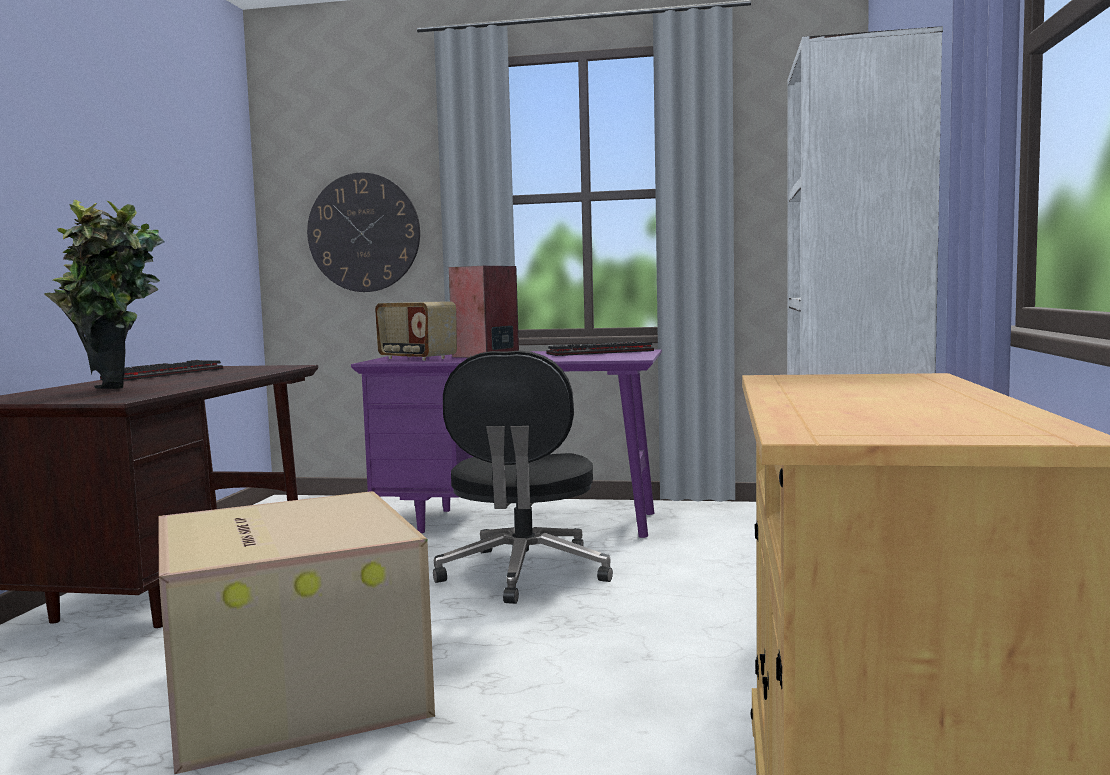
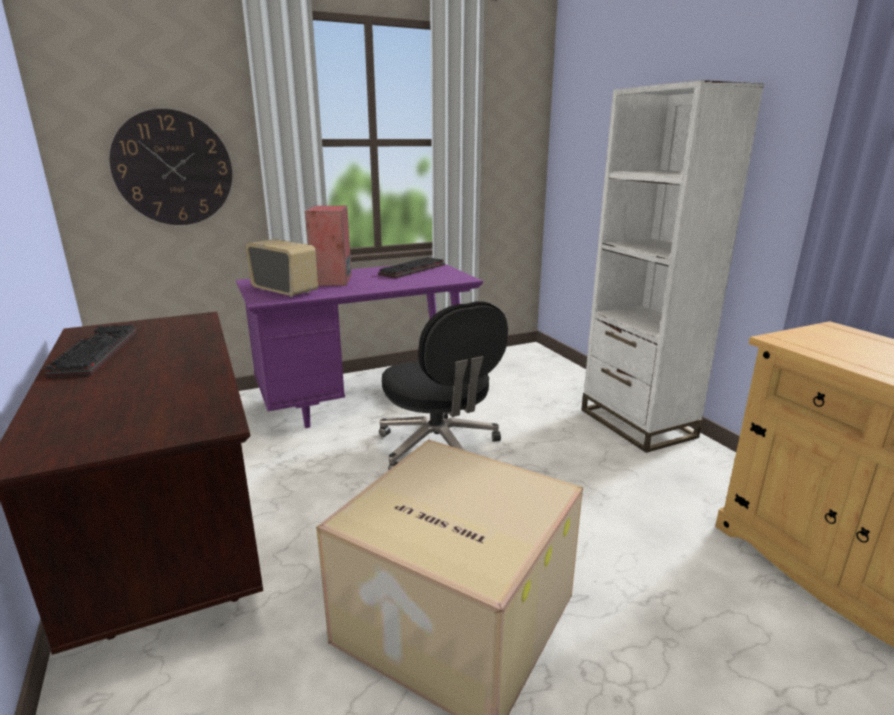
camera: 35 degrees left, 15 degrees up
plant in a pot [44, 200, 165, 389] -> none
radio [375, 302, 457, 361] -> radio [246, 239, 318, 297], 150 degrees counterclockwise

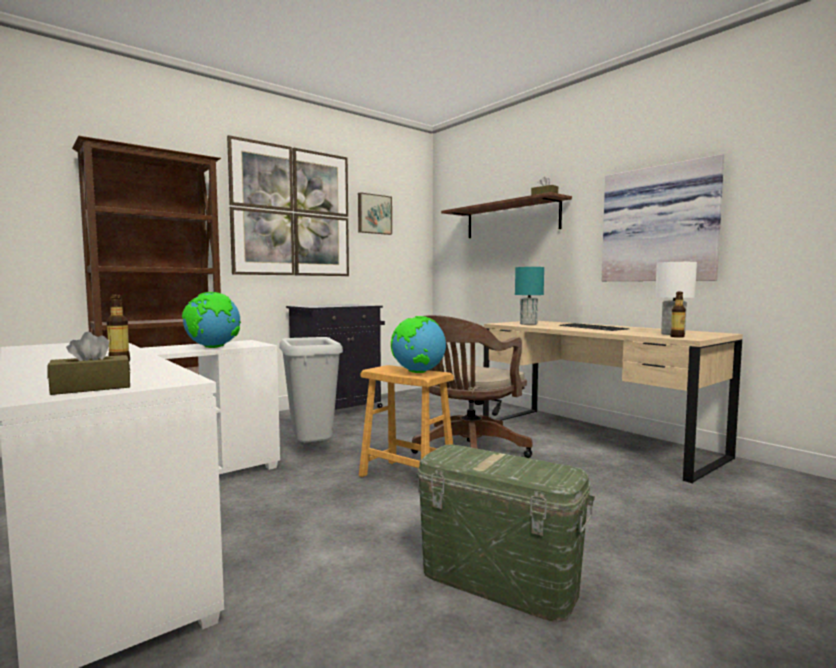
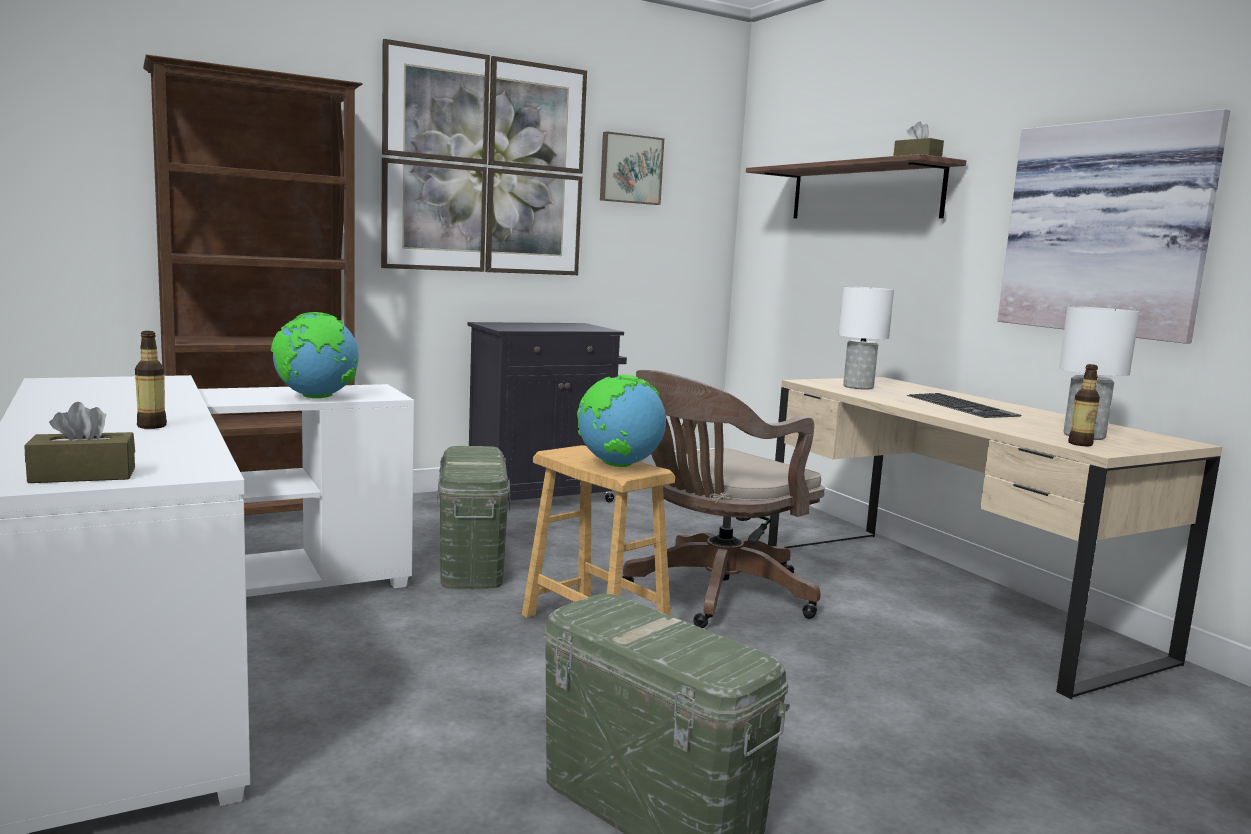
camera: 10 degrees right, 5 degrees up
blue-green lamp for a table [515, 267, 544, 325] -> whitish lamp for a table [838, 286, 894, 390]
grey waste bin [279, 337, 343, 442] -> green-coloured storage box [437, 446, 511, 589]

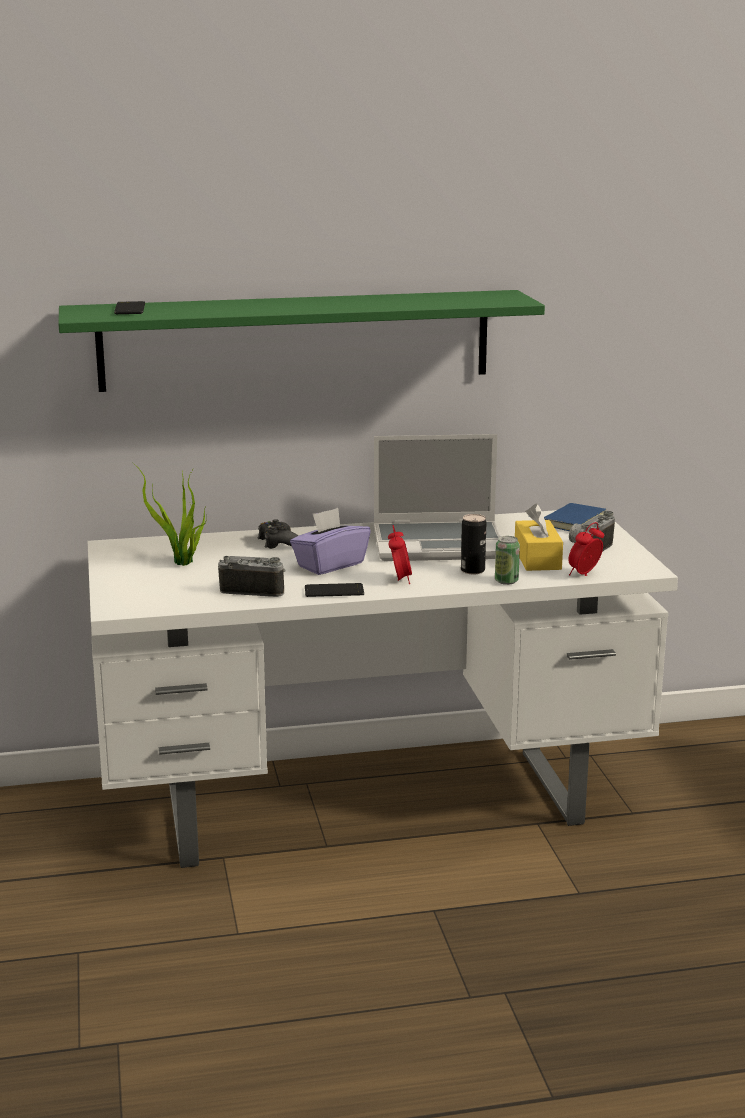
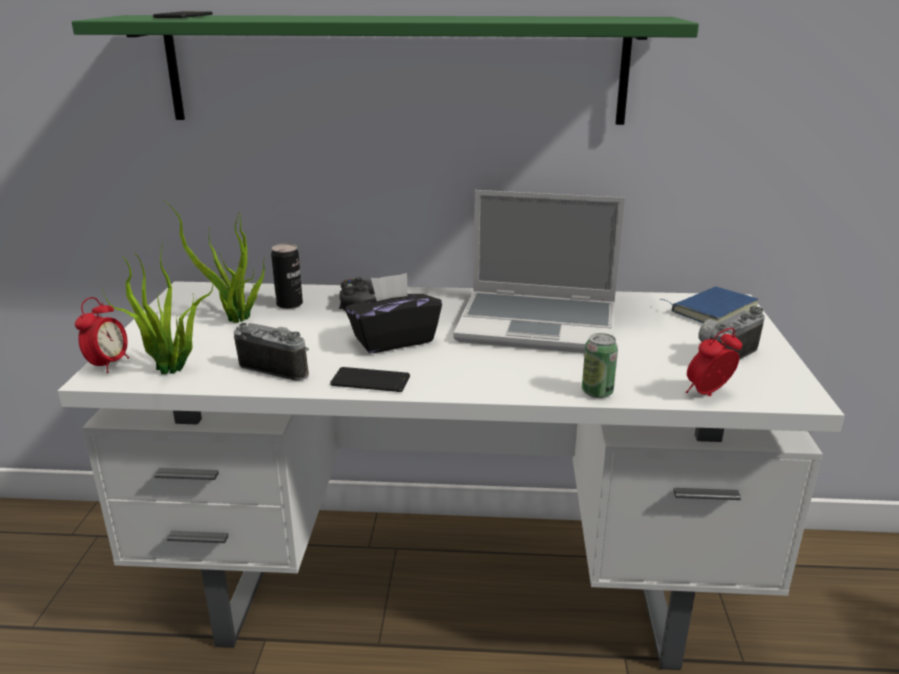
camera: 15 degrees right, 5 degrees up
yellowish tissue box [515, 503, 563, 571] -> none
purplish tissue box [290, 508, 371, 575] -> black tissue box [345, 273, 442, 354]
sealed can [461, 514, 486, 574] -> sealed can [271, 244, 303, 309], shifted
table clock [388, 525, 412, 584] -> table clock [75, 297, 129, 373], shifted
none -> plant in a pot [102, 243, 213, 374]

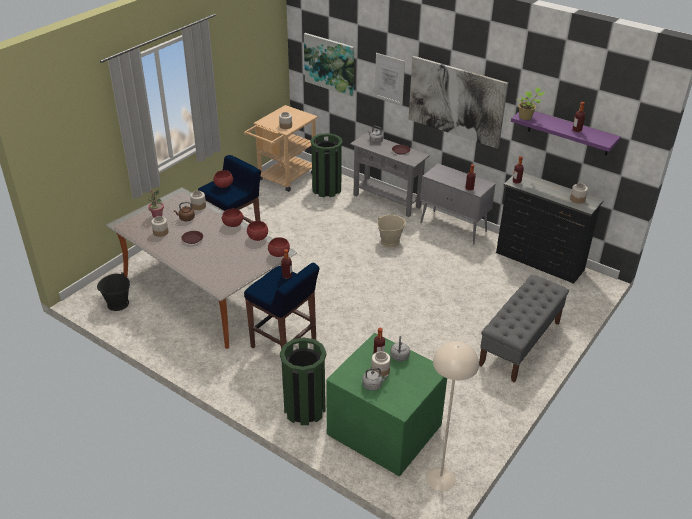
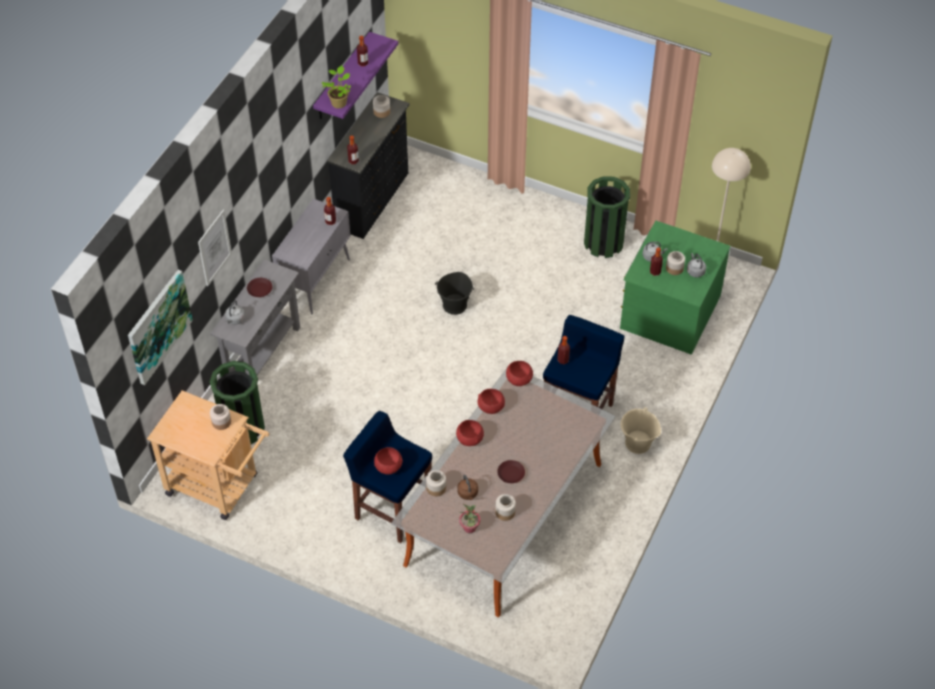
camera: 100 degrees left, 15 degrees up
wall art [408, 56, 508, 149] -> none
sand-coloured pail [377, 215, 406, 248] -> sand-coloured pail [621, 407, 661, 454], shifted
black pail [97, 272, 130, 311] -> black pail [435, 272, 474, 315], shifted
grey indoor bench [479, 275, 569, 383] -> none
green-coloured waste bin [280, 337, 326, 425] -> green-coloured waste bin [584, 176, 630, 258], shifted

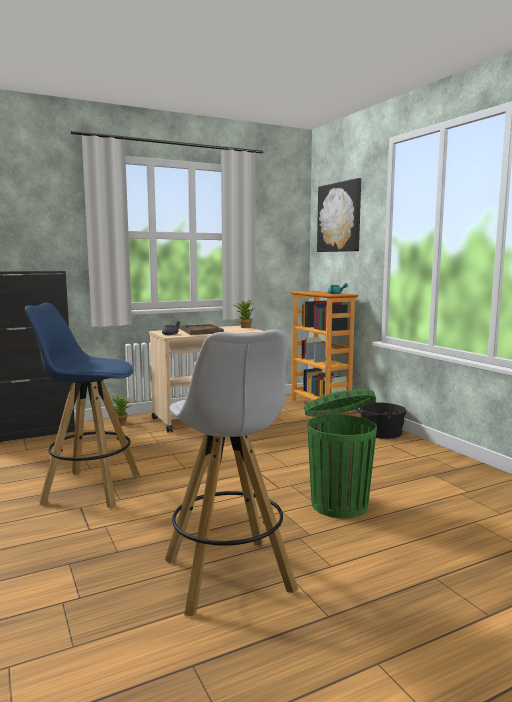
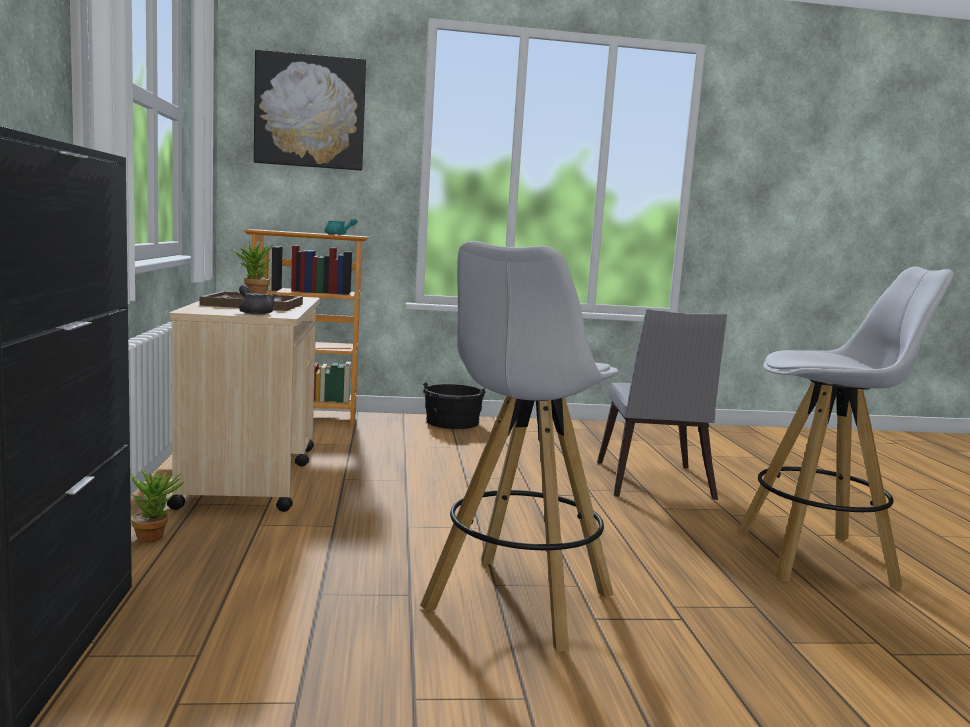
camera: 70 degrees left, 0 degrees up
blue-coloured sitting stool [25, 303, 140, 508] -> whitish sitting stool [420, 241, 619, 652]
green-coloured waste bin [304, 389, 377, 518] -> grey upright chair [597, 309, 727, 500]

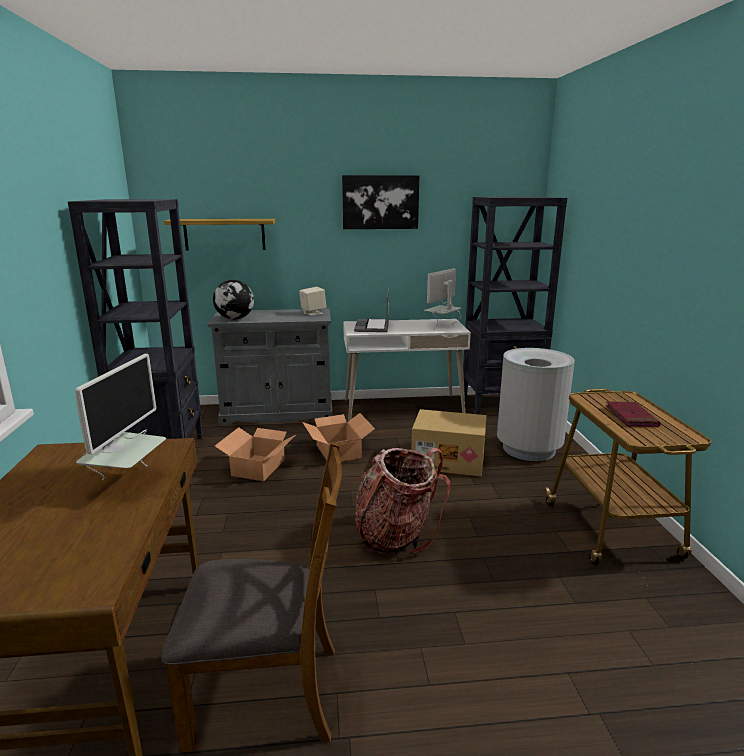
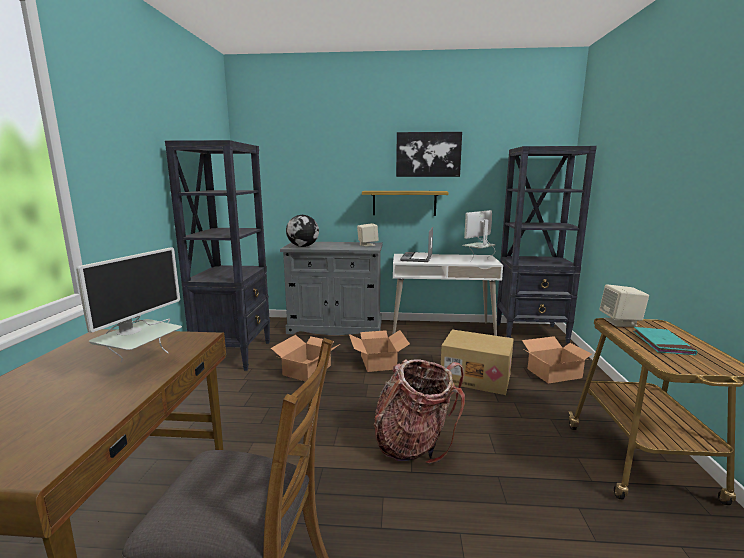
camera: 10 degrees right, 5 degrees down
wall shelf [164, 219, 275, 251] -> wall shelf [362, 191, 448, 216], shifted
grey waste bin [497, 348, 575, 461] -> cardboard box [522, 336, 592, 384]
reddish volume [605, 401, 661, 427] -> blue-green volume [633, 327, 697, 355]
none -> sand-coloured audio speaker [599, 285, 649, 327]

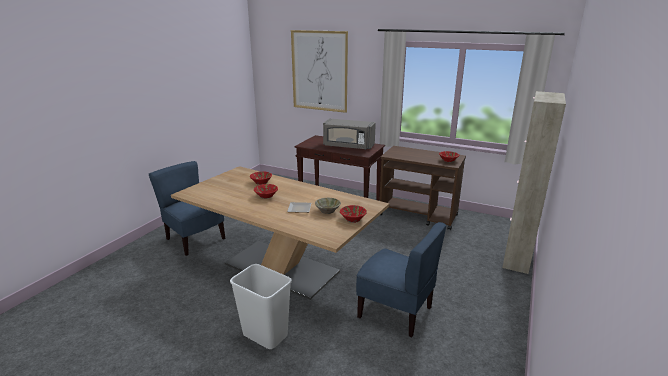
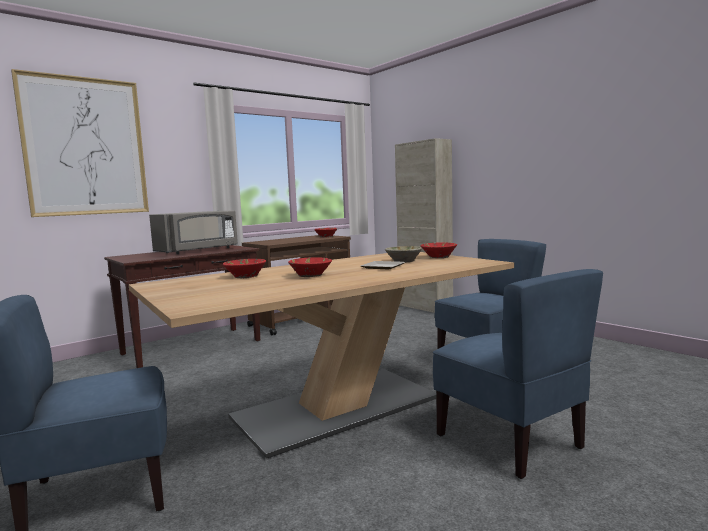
camera: 65 degrees left, 15 degrees down
whitish waste bin [230, 264, 292, 349] -> blue-coloured upright chair [433, 269, 603, 479]

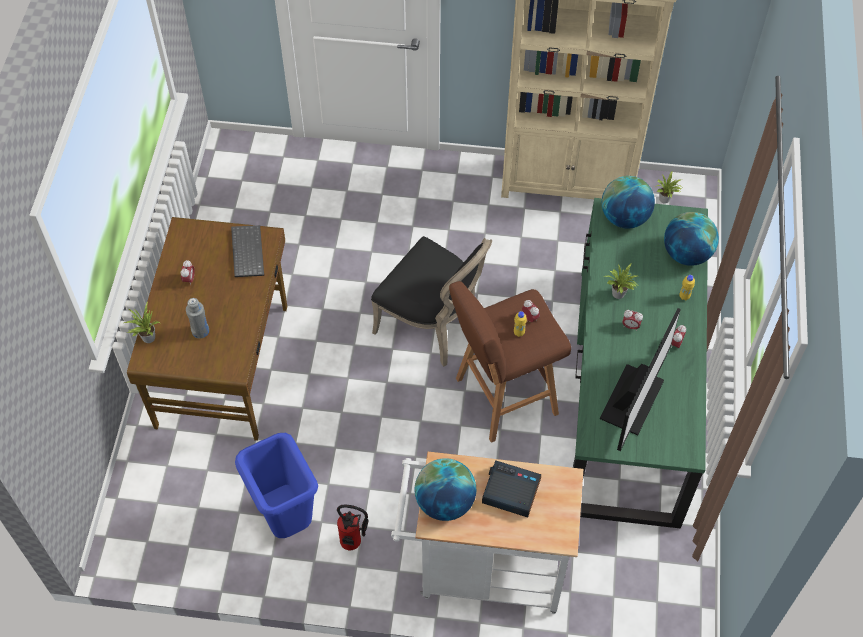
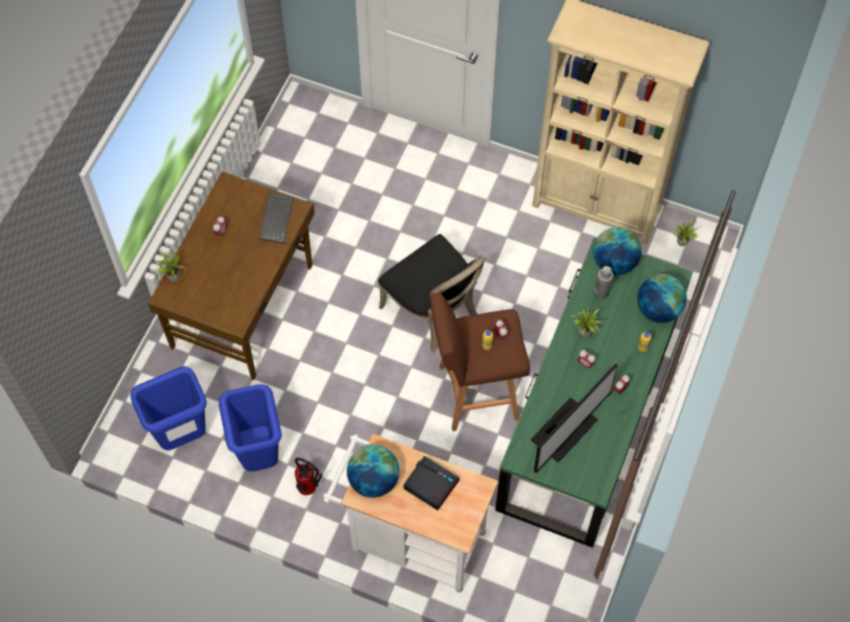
camera: 15 degrees right, 5 degrees up
grey drink bottle [186, 298, 209, 339] -> grey drink bottle [594, 266, 613, 299], shifted
none -> blue-coloured waste bin [130, 366, 207, 450]

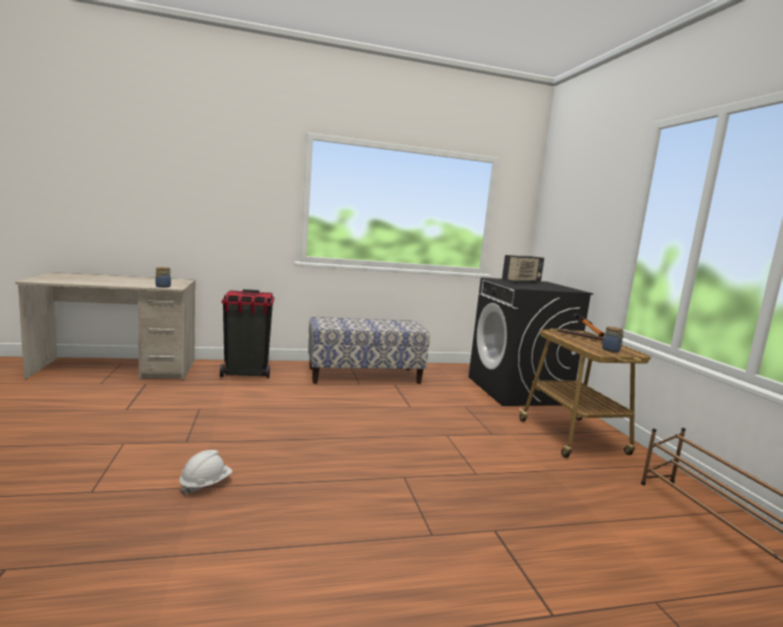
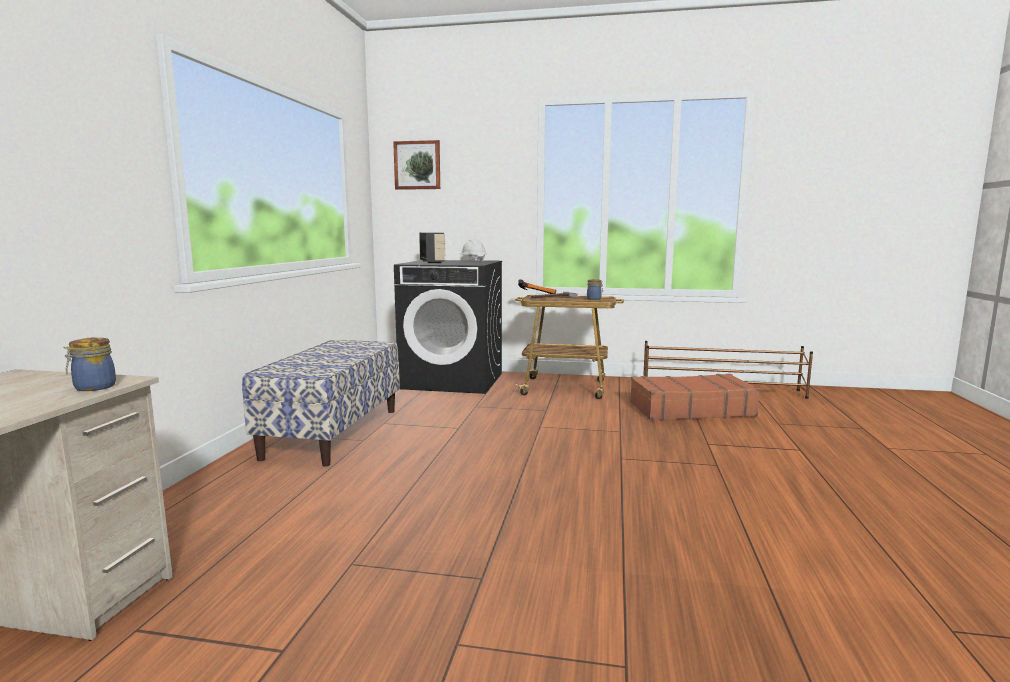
camera: 65 degrees left, 0 degrees up
black waste bin [220, 289, 274, 378] -> none
whitish hard hat [179, 450, 232, 495] -> whitish hard hat [460, 239, 486, 262], shifted
none -> wall art [393, 140, 440, 190]
none -> brown-coloured suitcase [630, 374, 760, 421]

